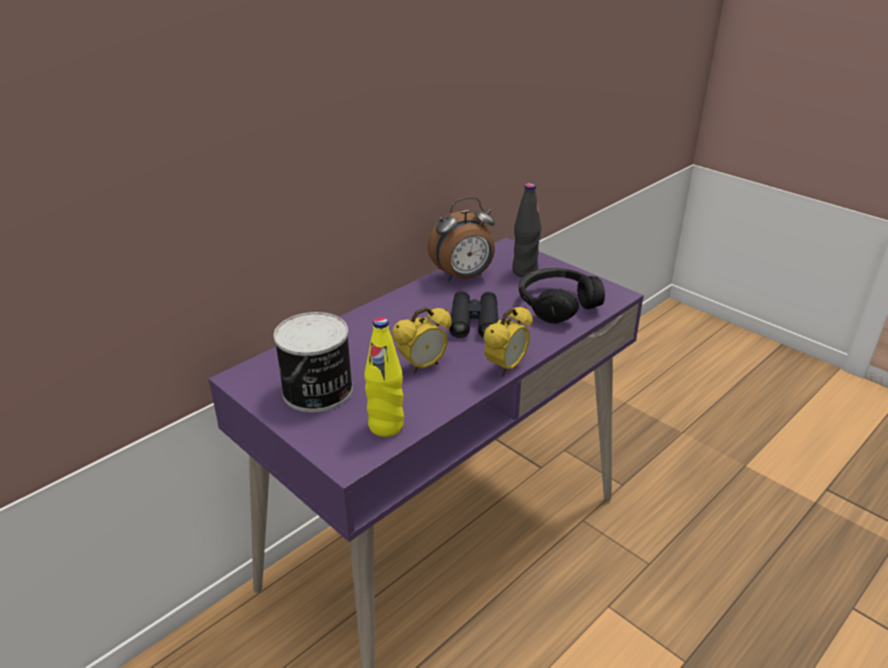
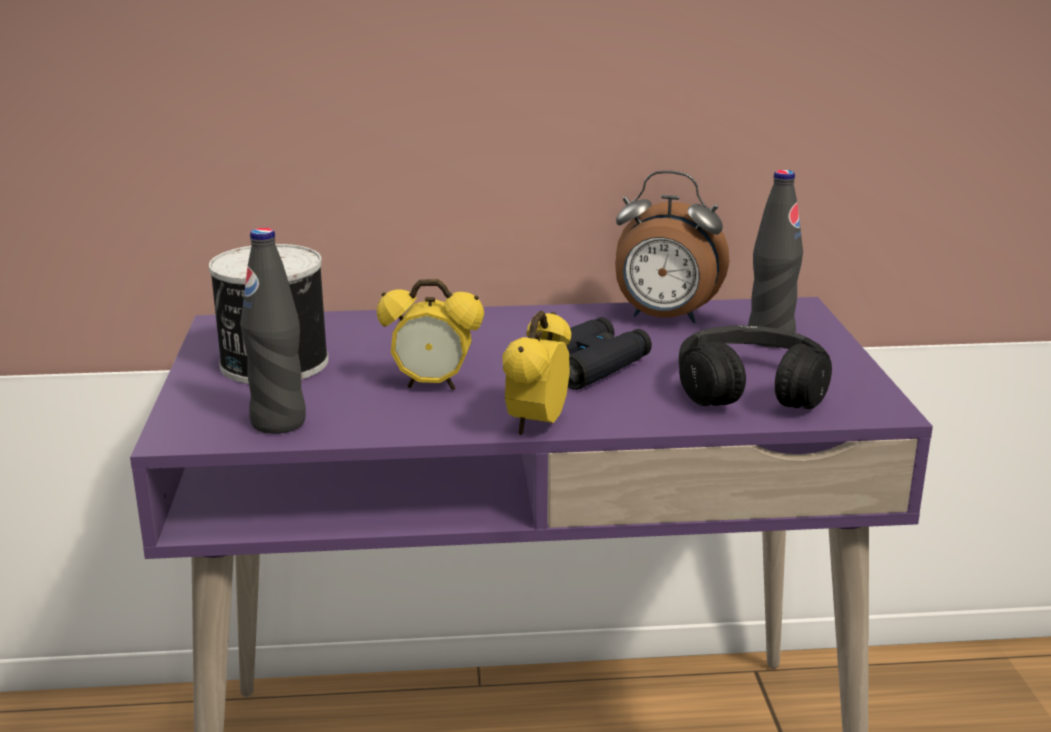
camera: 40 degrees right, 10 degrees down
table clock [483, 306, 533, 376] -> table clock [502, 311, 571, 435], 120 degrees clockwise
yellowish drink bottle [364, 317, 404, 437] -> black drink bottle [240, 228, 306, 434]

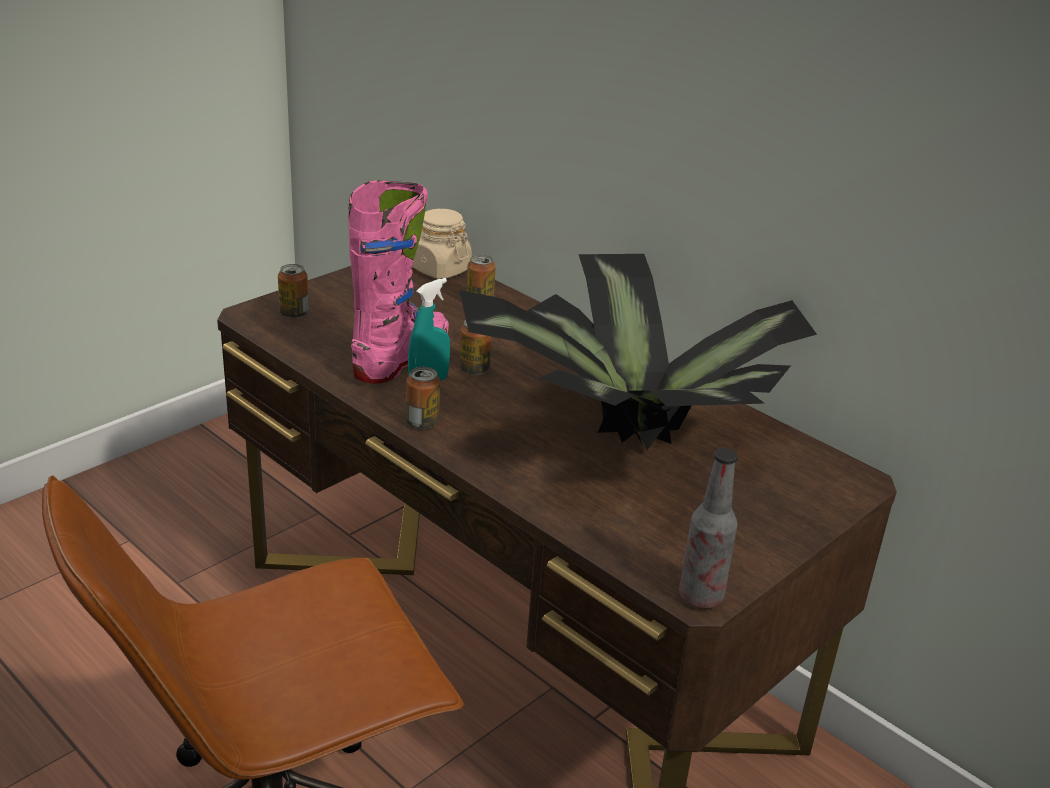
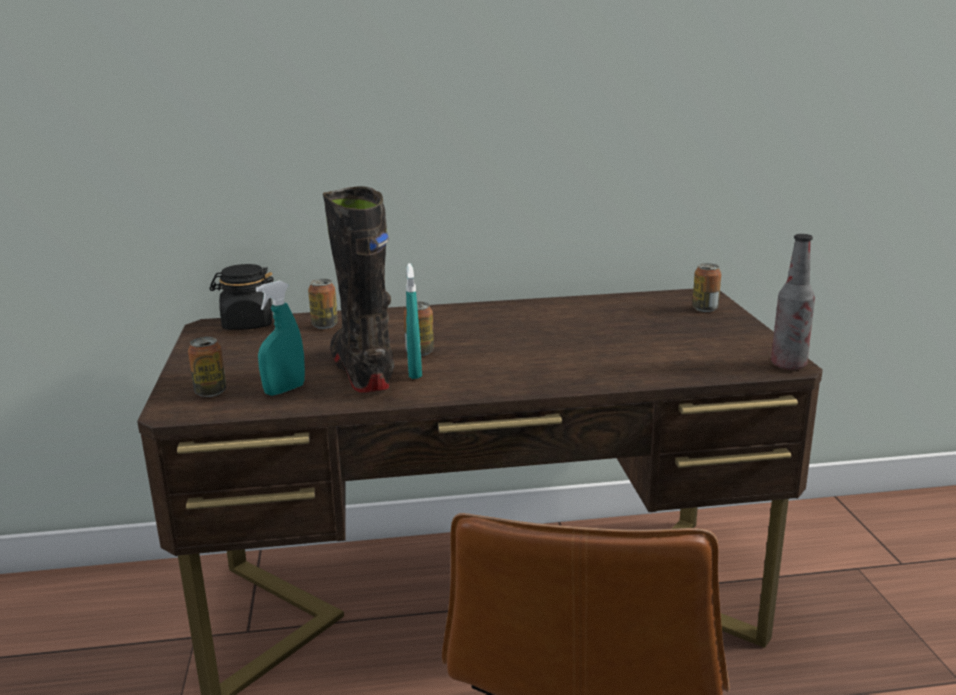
camera: 50 degrees left, 10 degrees down
pink high-top boot [348, 180, 449, 384] -> black high-top boot [323, 186, 394, 393]
sand-coloured jar [413, 209, 472, 279] -> black jar [209, 264, 274, 330]
plant in a pot [459, 254, 817, 454] -> none
sealed can [406, 367, 440, 429] -> sealed can [692, 263, 721, 312], shifted
none -> blue-green sprayer [256, 281, 305, 396]

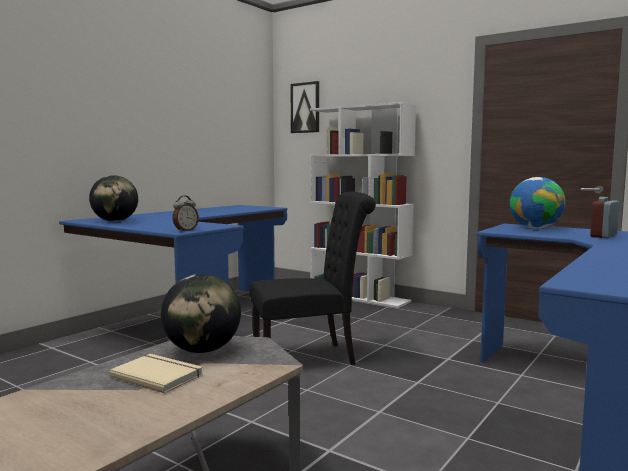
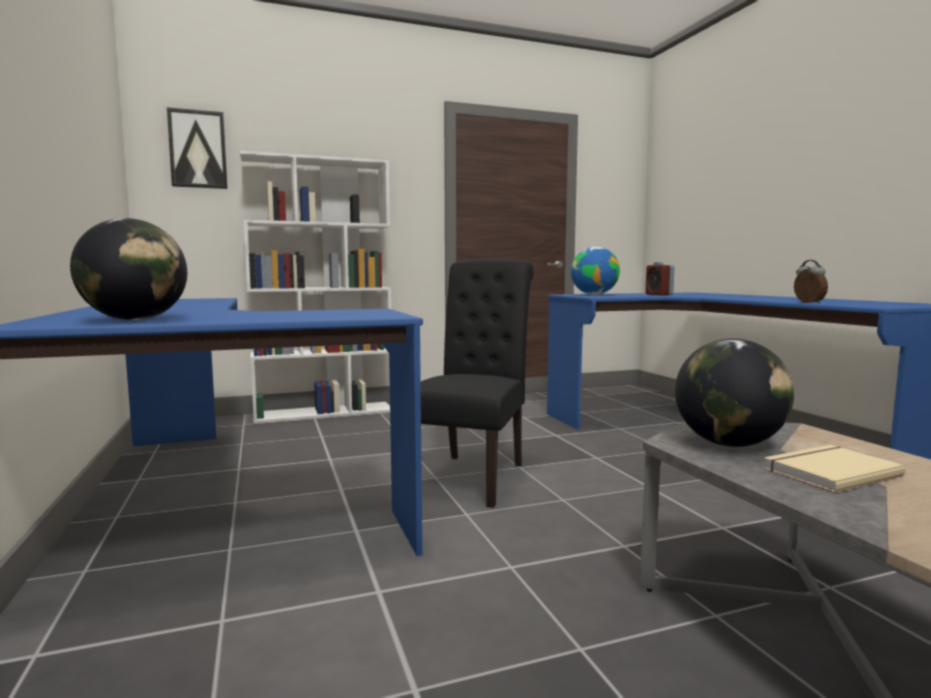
camera: 55 degrees left, 0 degrees up
table clock [172, 195, 199, 232] -> table clock [794, 260, 828, 304], shifted

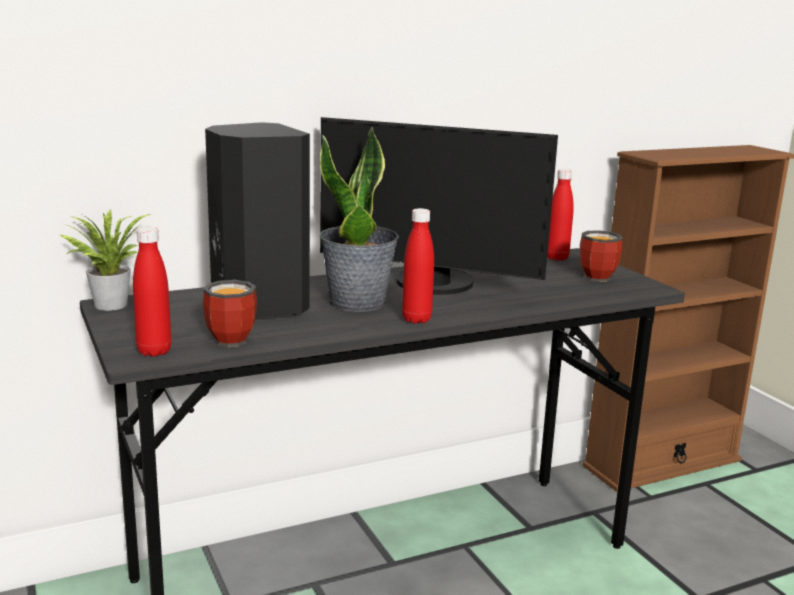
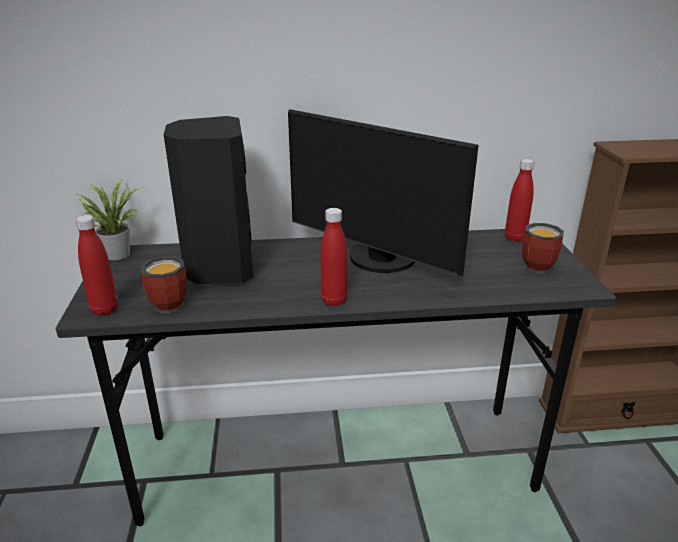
camera: 20 degrees right, 10 degrees up
plant in a pot [320, 127, 399, 312] -> none

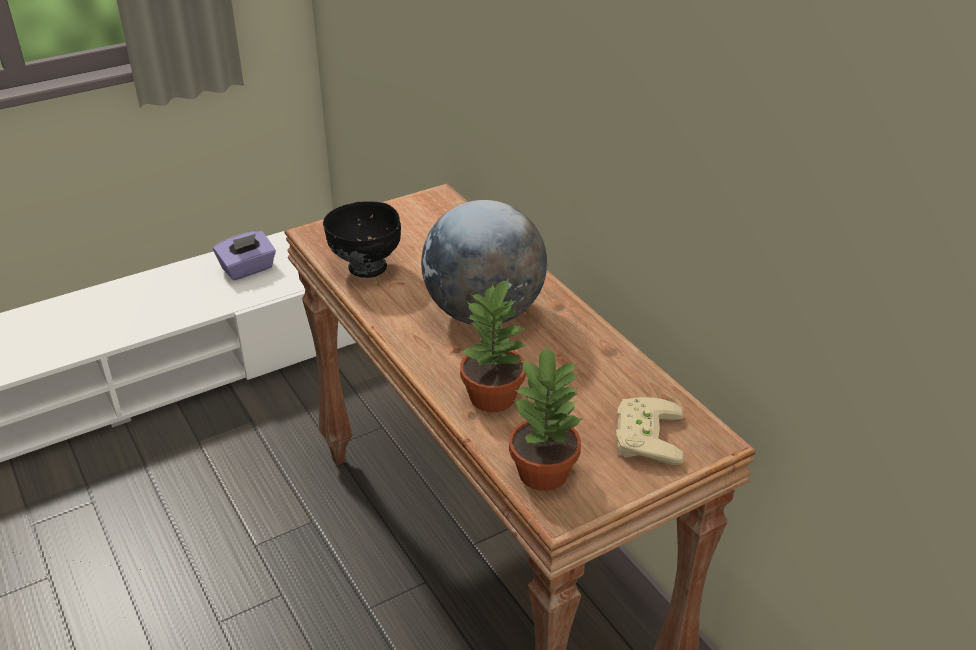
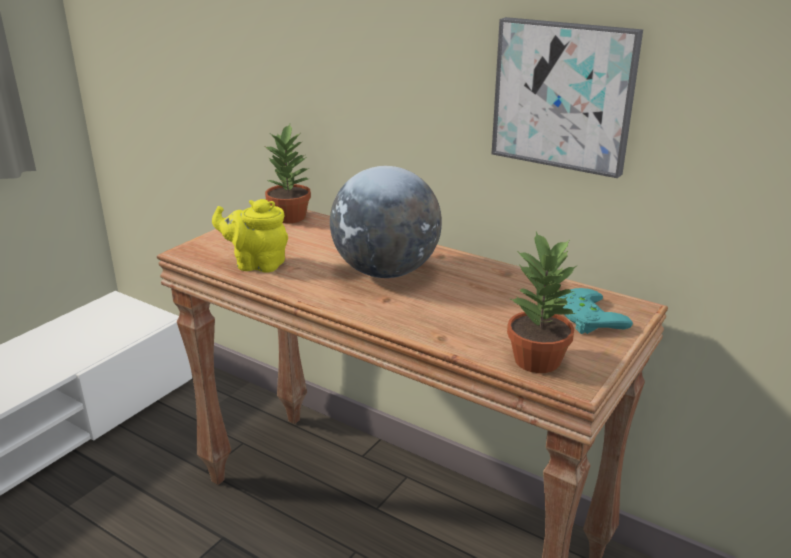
camera: 25 degrees left, 10 degrees down
black serving bowl [323, 201, 401, 278] -> yellowish pot for tea [212, 199, 288, 273]
purplish tissue box [213, 231, 276, 281] -> none
plant in a pot [459, 278, 526, 412] -> plant in a pot [265, 124, 311, 224], shifted
sand-coloured gamepad [616, 397, 684, 465] -> blue-green gamepad [558, 288, 633, 334]
none -> wall art [492, 17, 643, 178]

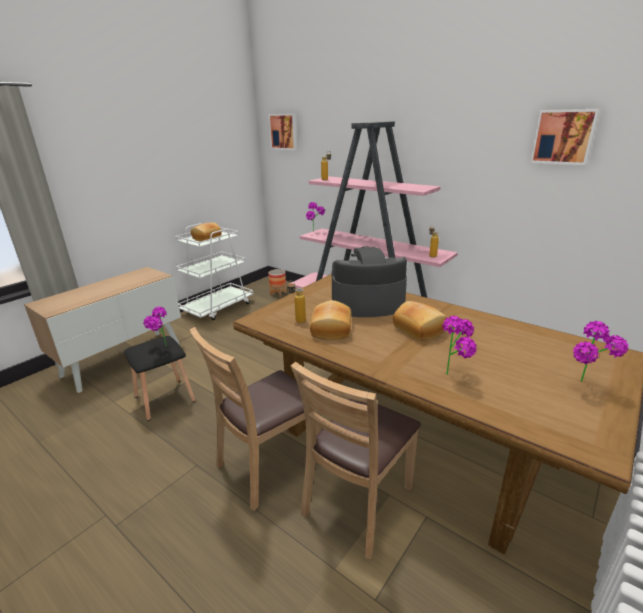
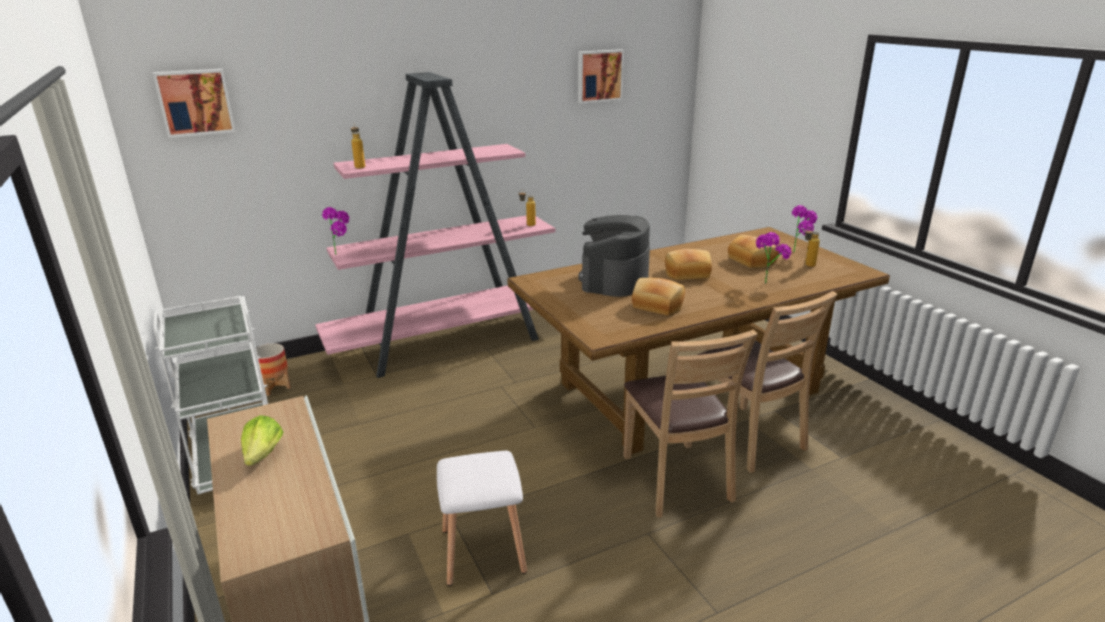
camera: 65 degrees left, 0 degrees up
bakery bread [191, 223, 222, 241] -> bakery bread [728, 235, 779, 268], shifted
drink bottle [288, 280, 306, 323] -> drink bottle [805, 227, 820, 267], shifted
plant in a pot [143, 306, 167, 347] -> none
black sitting stool [124, 336, 195, 421] -> whitish sitting stool [437, 451, 527, 586]
none -> lettuce [241, 415, 284, 466]

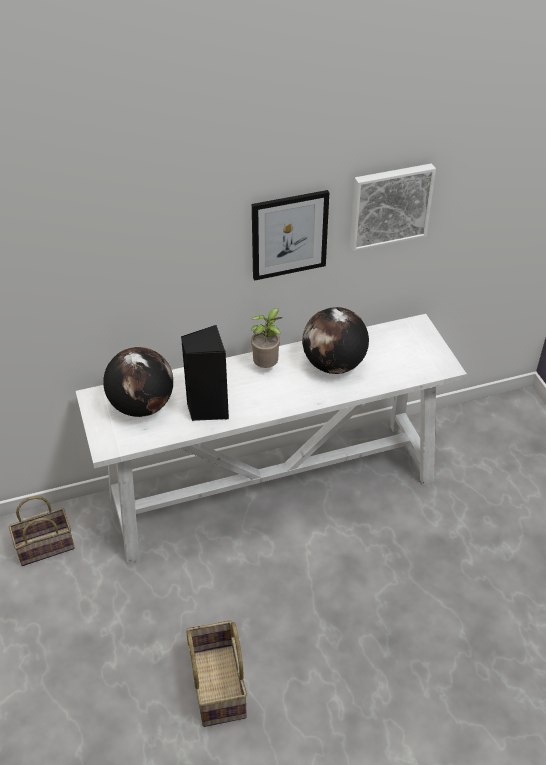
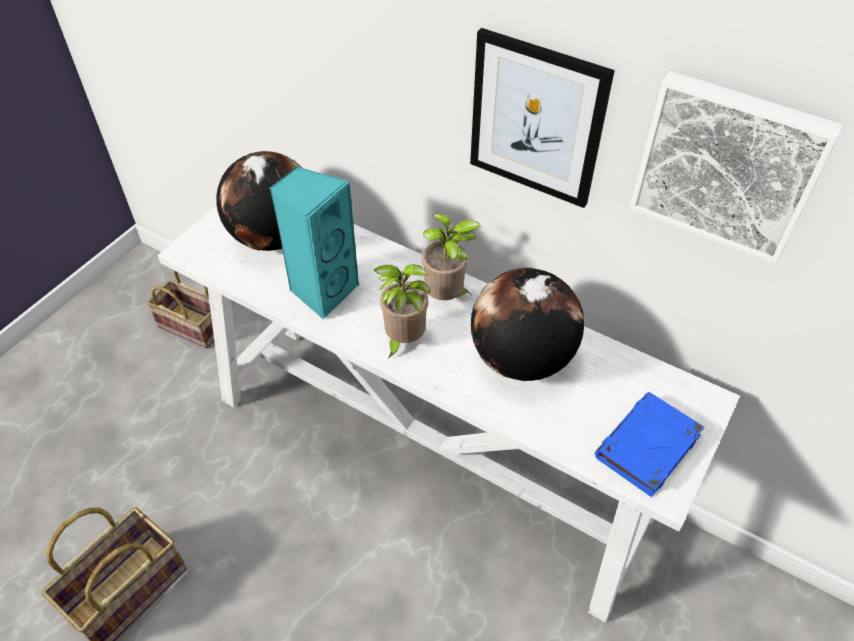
camera: 50 degrees right, 5 degrees up
black audio speaker [181, 325, 229, 421] -> blue-green audio speaker [270, 166, 359, 320]
none -> plant in a pot [374, 264, 429, 358]
none -> blue-coloured volume [595, 392, 704, 497]

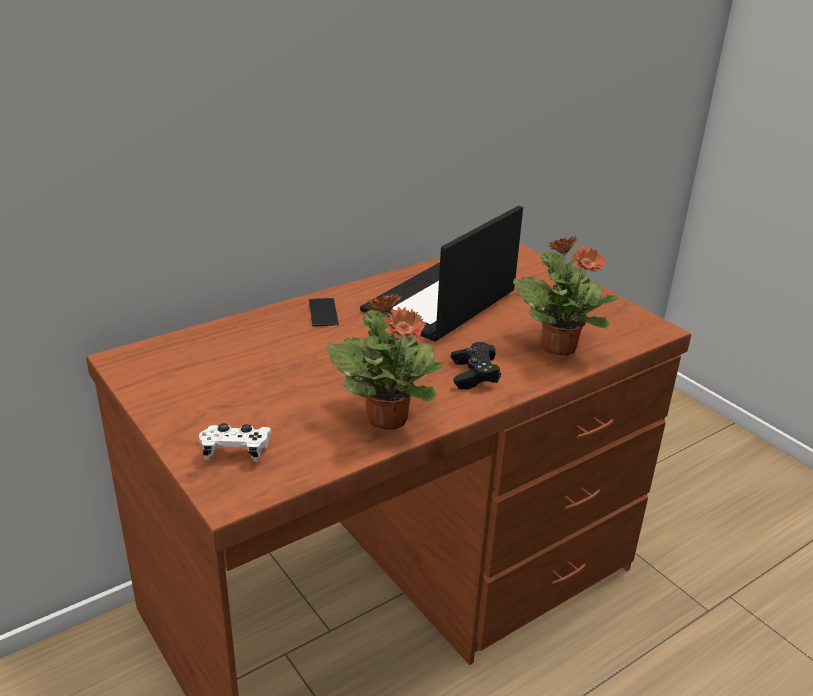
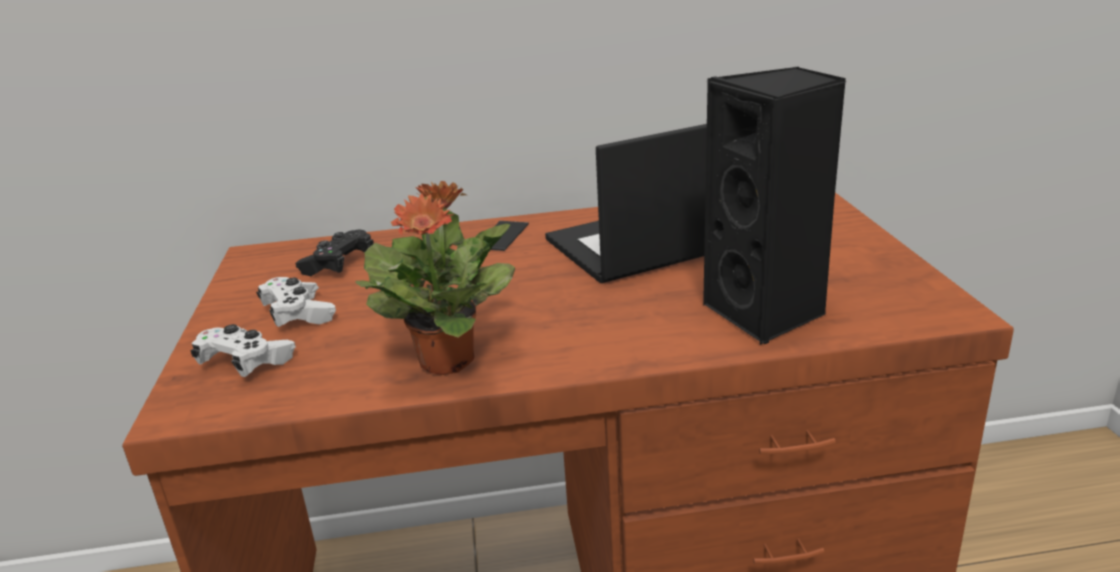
camera: 30 degrees right, 5 degrees down
plant in a pot [513, 236, 619, 356] -> black audio speaker [703, 67, 846, 345]
black gamepad [451, 342, 501, 390] -> black gamepad [296, 230, 374, 276], shifted
none -> whitish gamepad [256, 277, 336, 327]

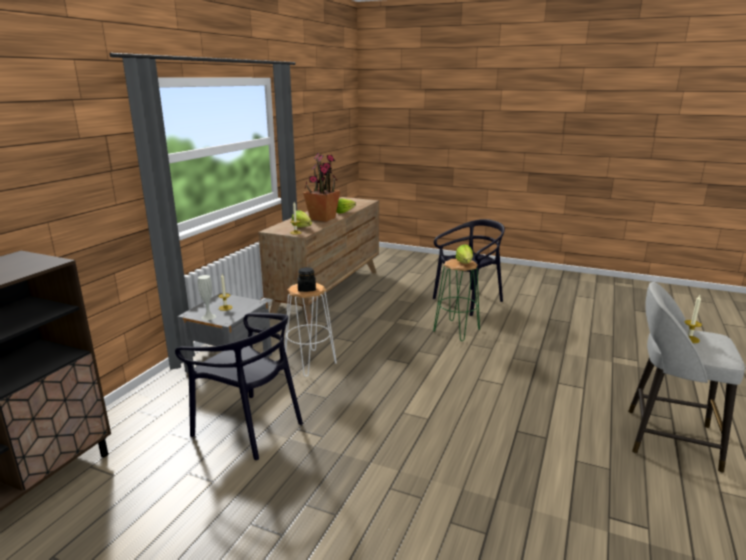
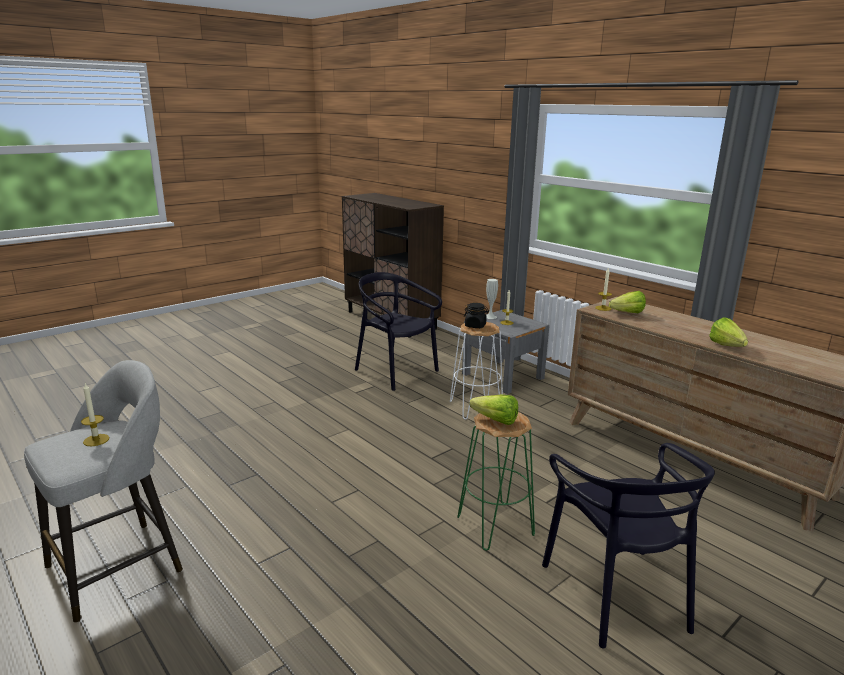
camera: 115 degrees right, 0 degrees up
plant in a pot [303, 153, 340, 222] -> none
black upright chair [175, 312, 303, 460] -> black upright chair [355, 272, 442, 391], 75 degrees clockwise

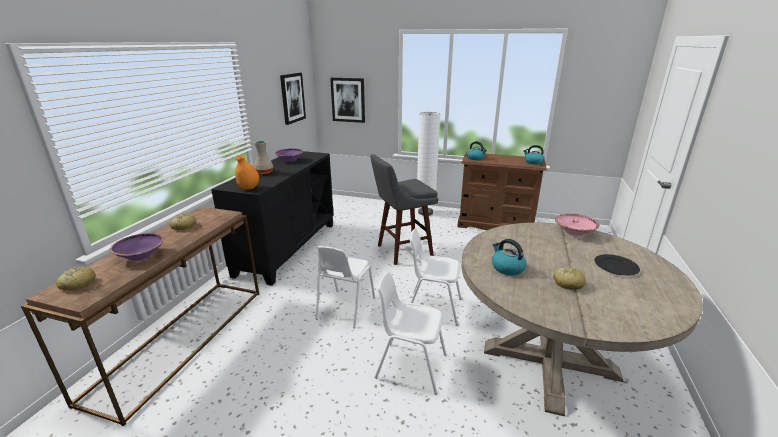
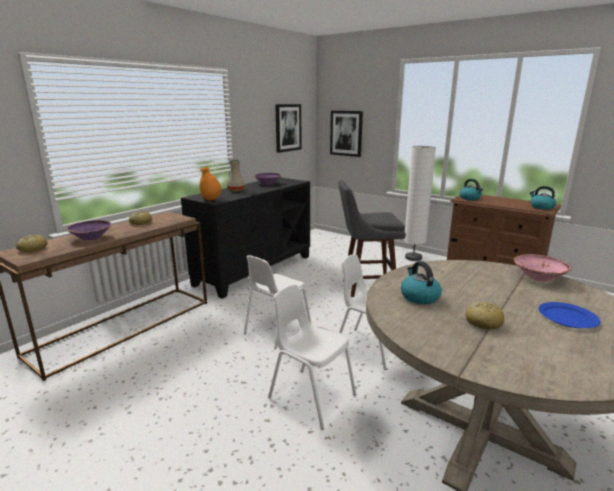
camera: 20 degrees right, 5 degrees down
black flat dish [594, 254, 640, 275] -> blue-coloured flat dish [539, 302, 600, 328]

